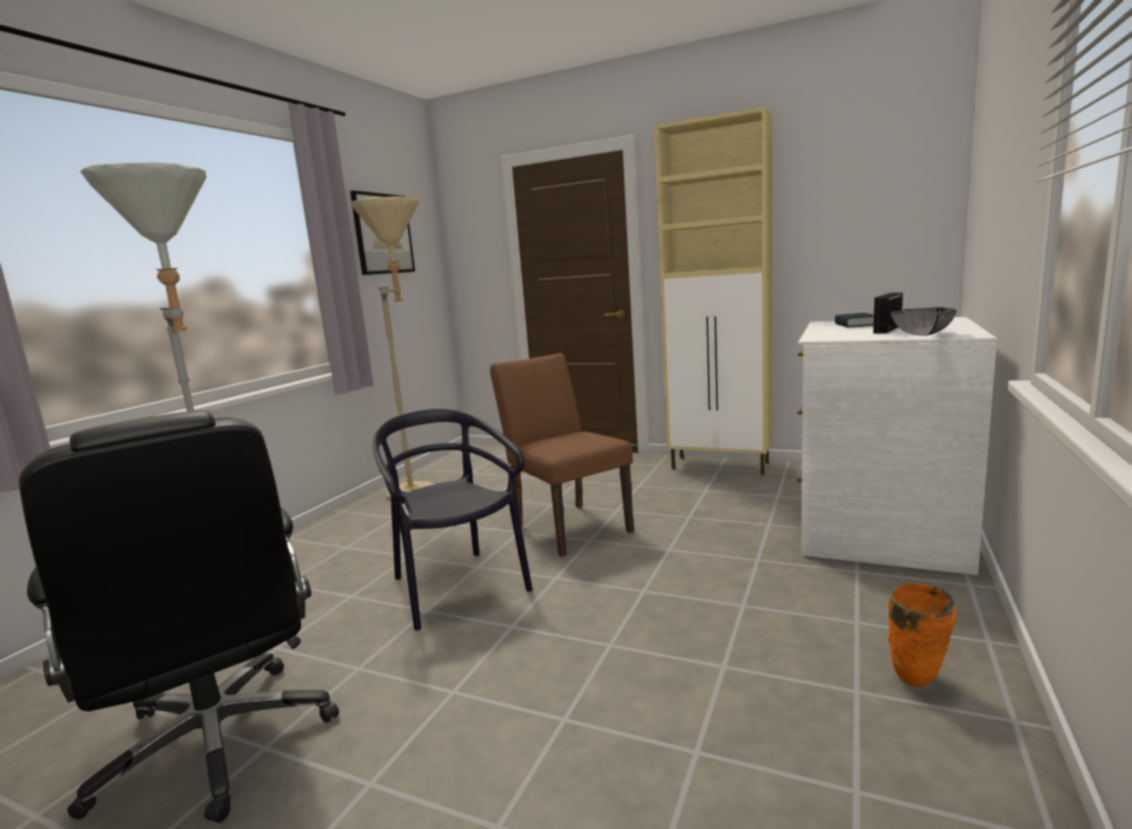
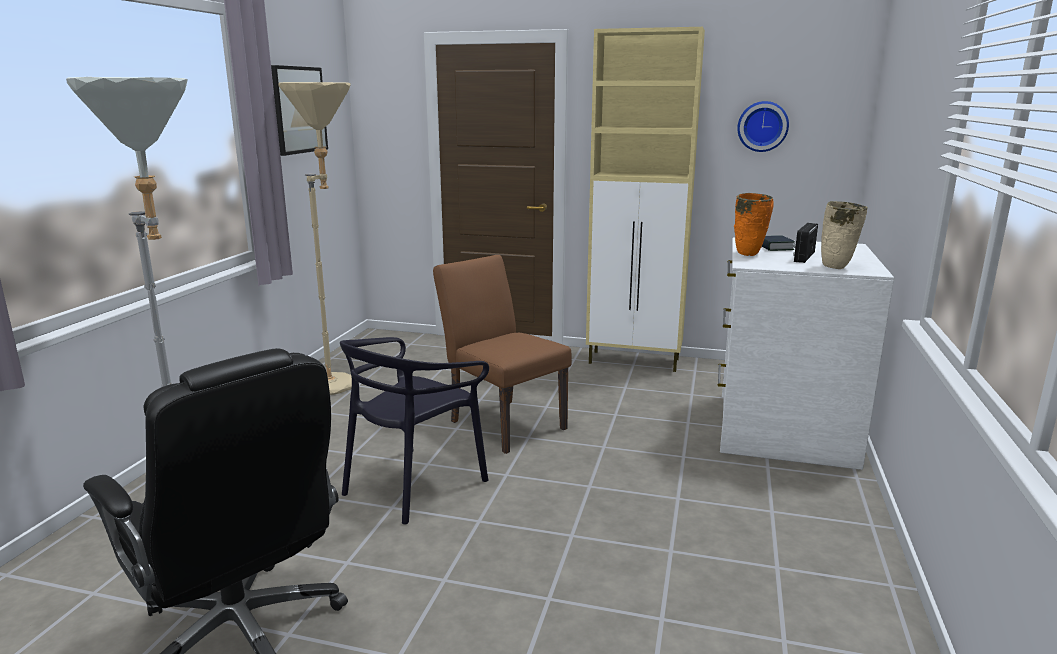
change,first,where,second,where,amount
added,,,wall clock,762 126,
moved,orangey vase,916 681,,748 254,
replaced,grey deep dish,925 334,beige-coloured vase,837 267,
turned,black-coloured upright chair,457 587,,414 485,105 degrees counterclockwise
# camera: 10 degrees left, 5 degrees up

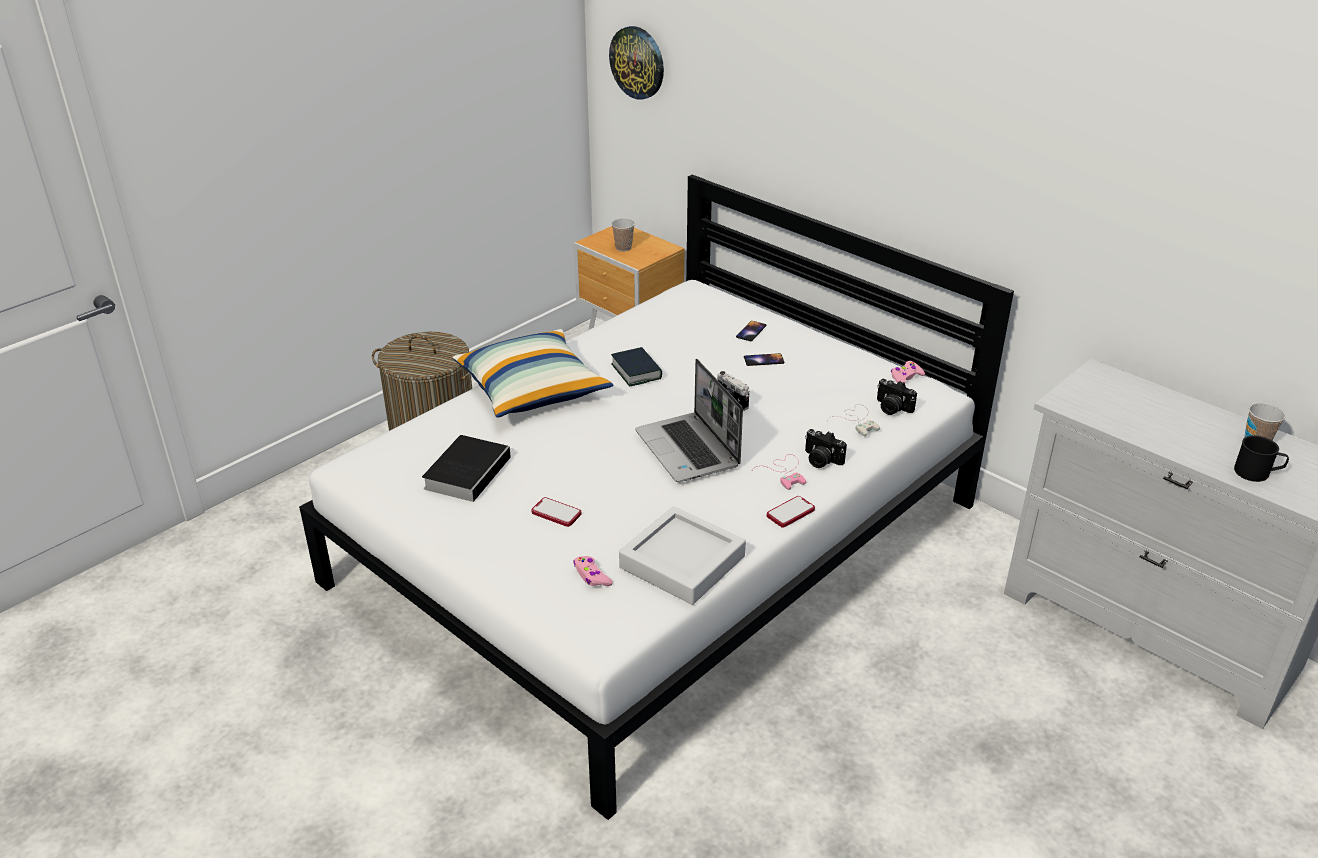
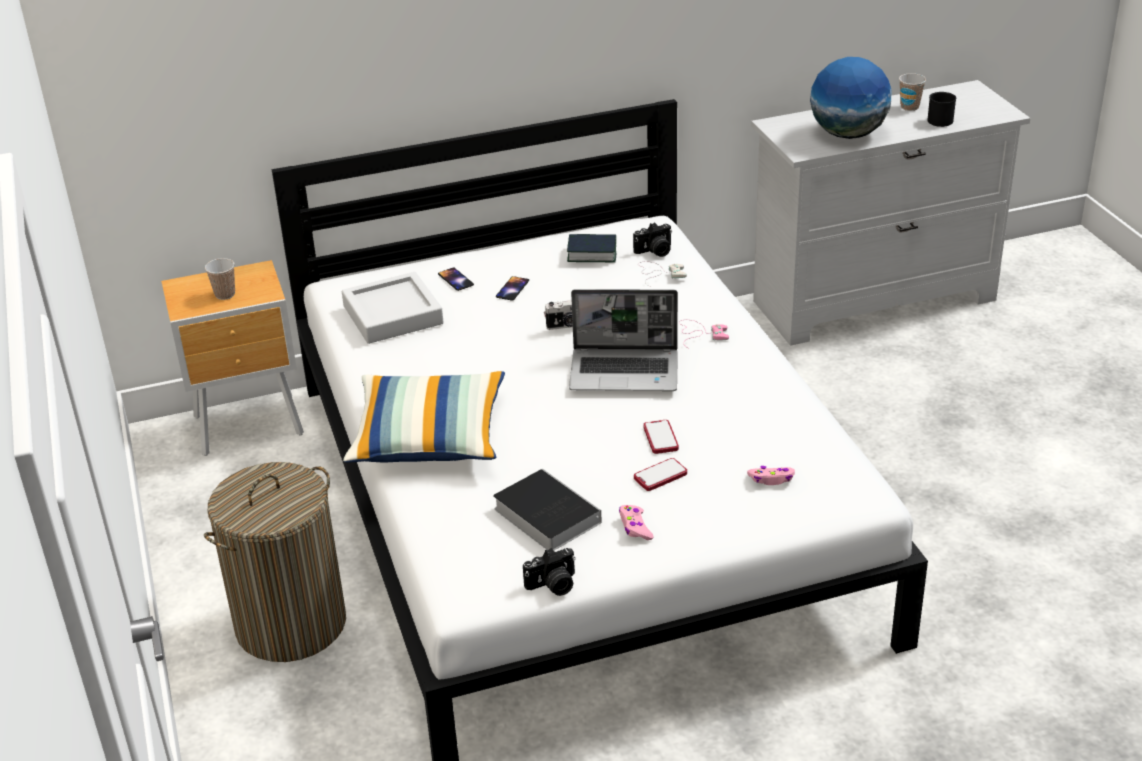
change,first,where,second,where,amount
removed,wall clock,637 62,,,
added,,,globe,848 134,
moved,book,636 371,,592 253,
moved,grey carrying tray,682 562,,393 315,
moved,handset,790 513,,660 438,
moved,still camera,821 460,,553 585,
moved,pink gamepad,905 377,,635 527,
# camera: 60 degrees left, 0 degrees up

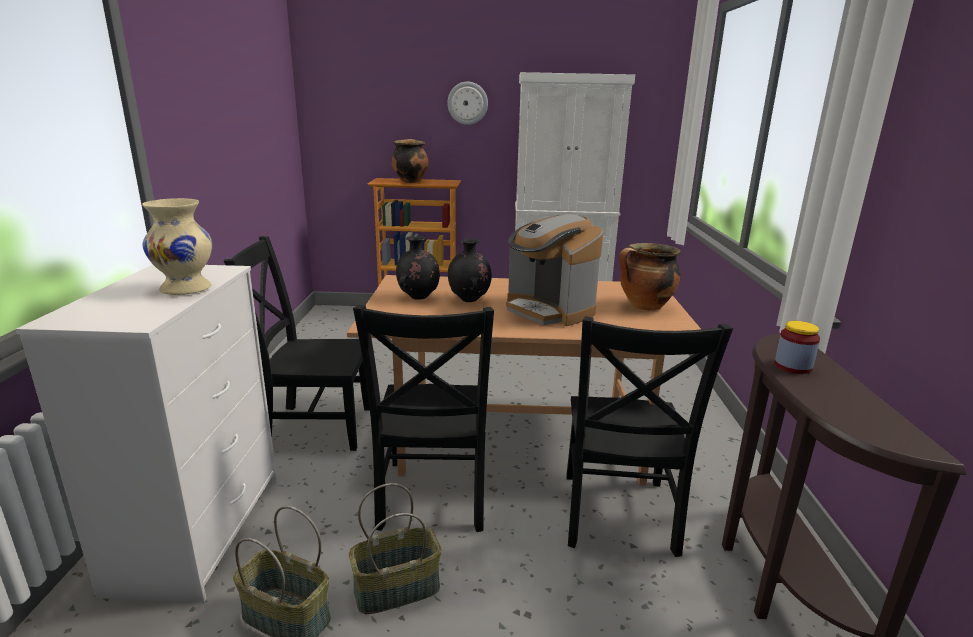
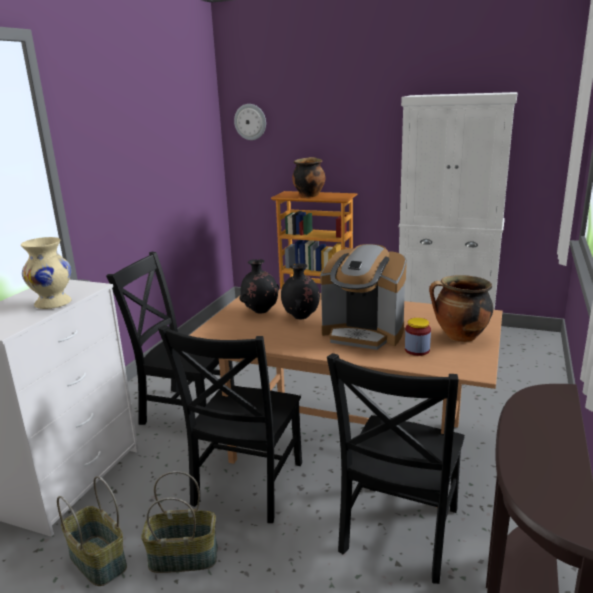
change,first,where,second,where,amount
moved,wall clock,467 103,,250 122,
moved,preserve jar,793 366,,417 350,
turned,coffee brewer,549 310,,363 333,45 degrees counterclockwise
# camera: 20 degrees right, 0 degrees up

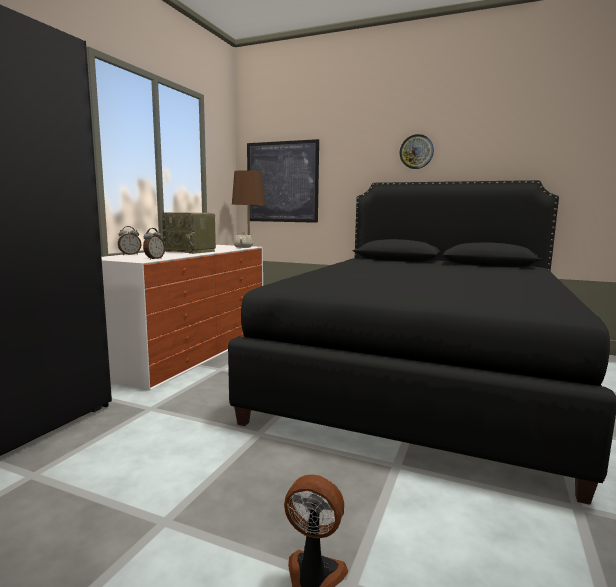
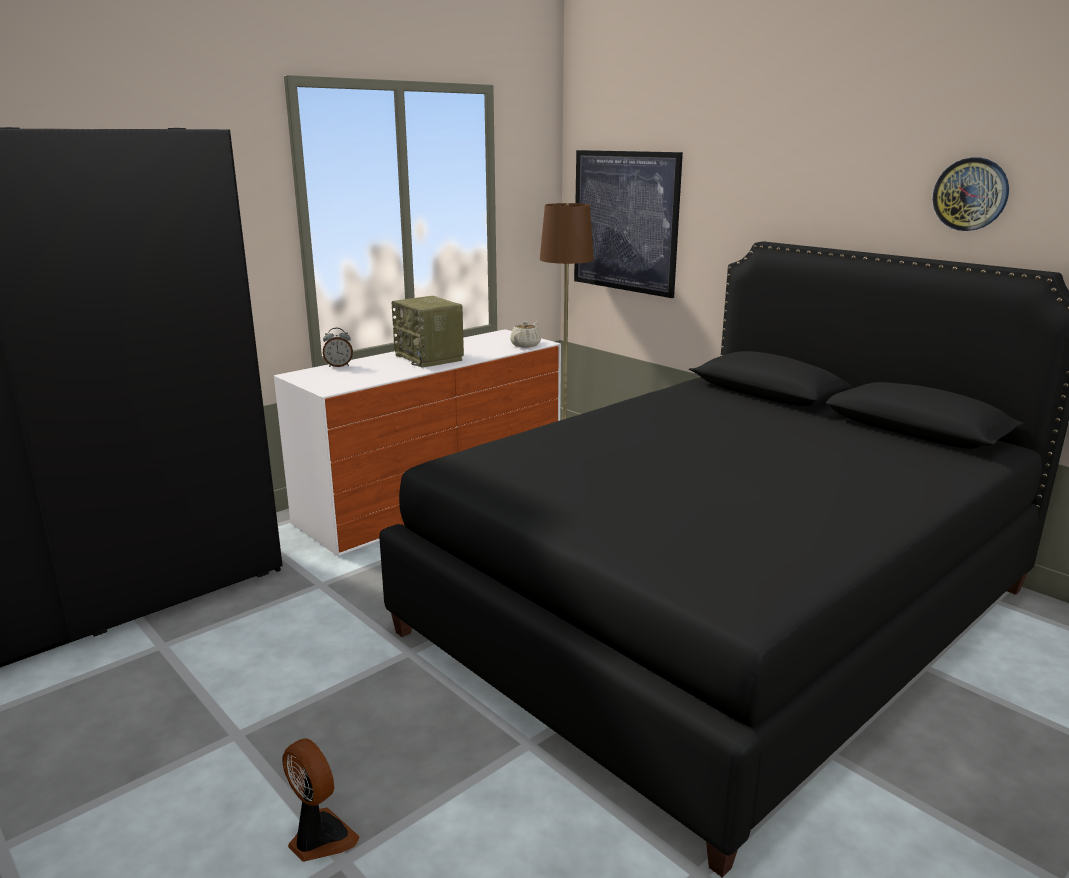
change,first,where,second,where,amount
removed,table clock,154 259,,,
moved,wall clock,416 152,,970 194,
# camera: 25 degrees right, 10 degrees up

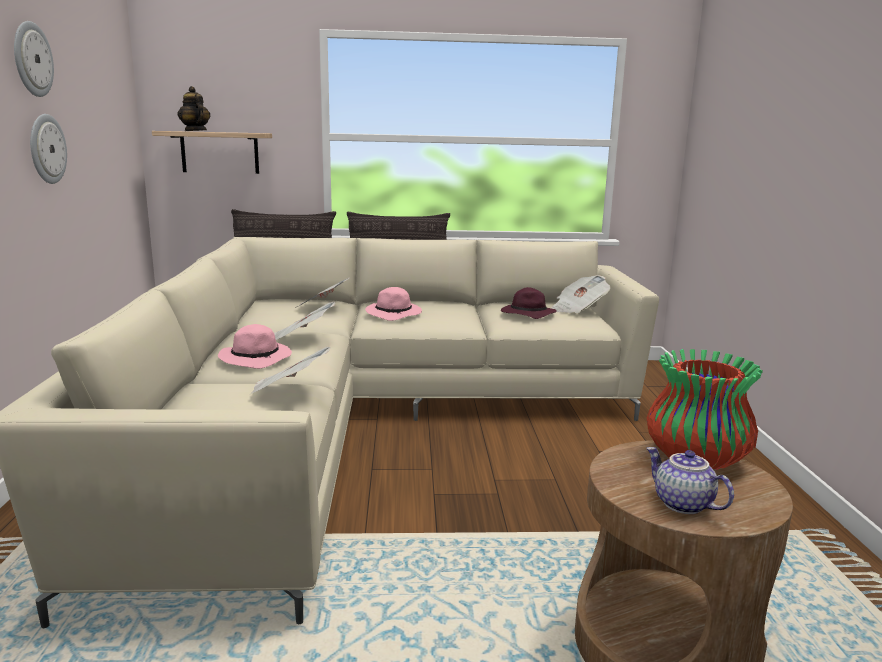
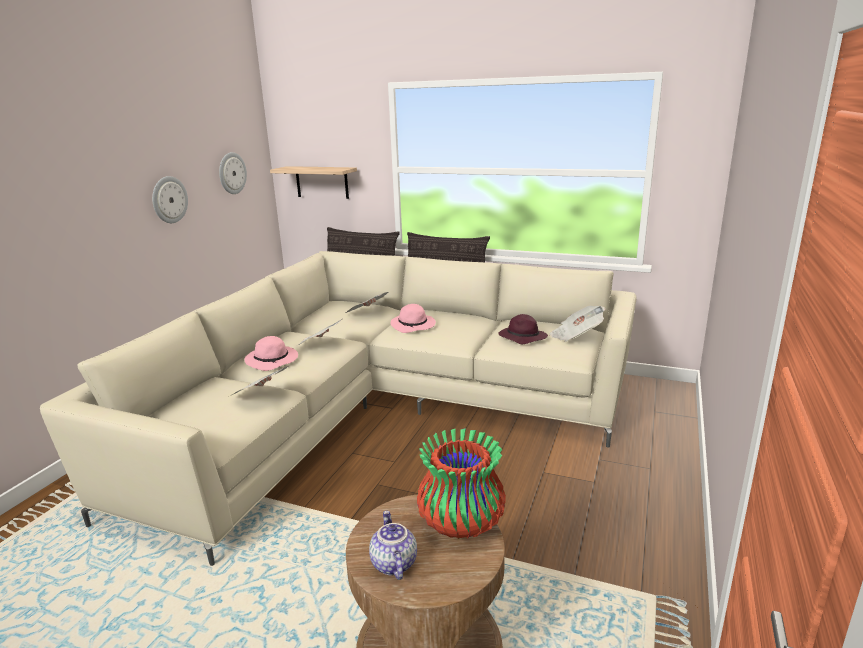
change,first,where,second,where,amount
removed,tea pot,195 131,,,
moved,wall clock,31 59,,232 173,
# camera: 25 degrees right, 5 degrees up

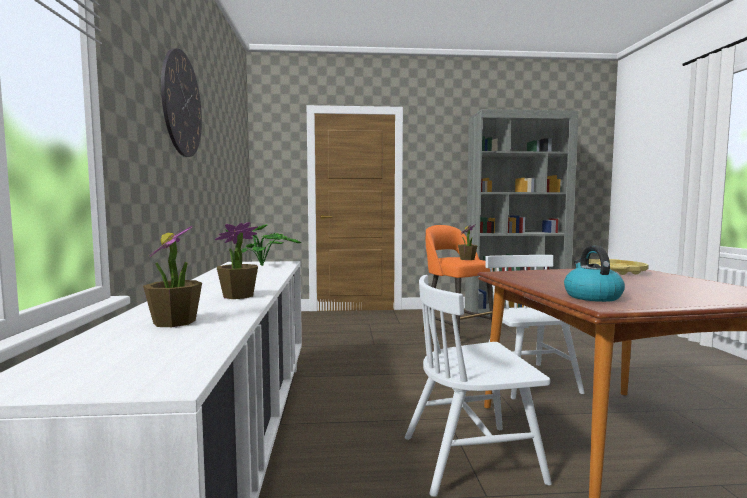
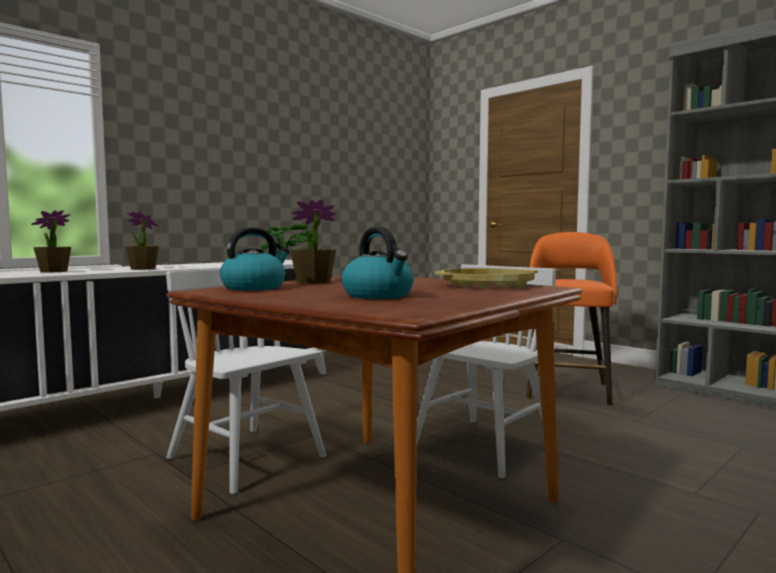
change,first,where,second,where,amount
removed,wall clock,182 104,,,
added,,,tea kettle,379 295,
moved,plant in a pot,467 259,,313 282,
# camera: 50 degrees right, 0 degrees up

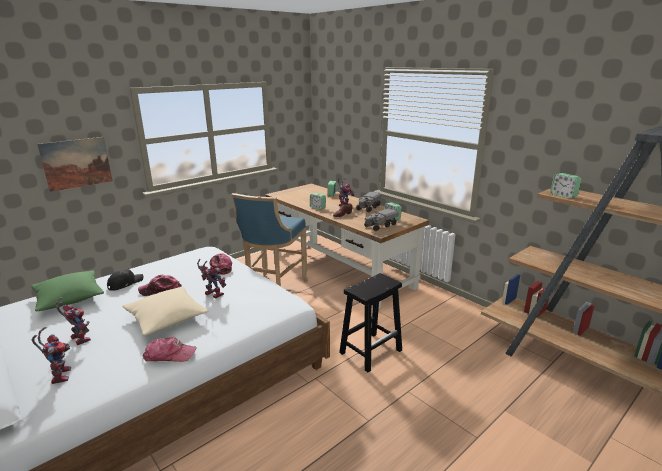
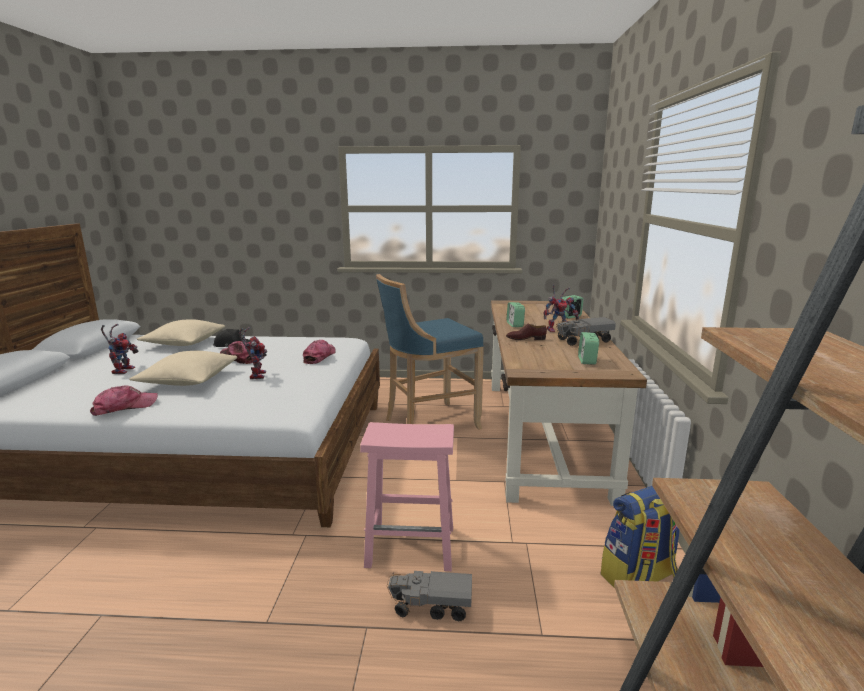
change,first,where,second,where,amount
removed,toy robot,59 374,,,
removed,picture,77 163,,,
removed,table clock,563 195,,,
added,,,knapsack,638 577,
moved,toy truck,380 226,,431 606,
recoloured,green pillow,69 298,beige-coloured pillow,184 342,
recoloured,black-coloured sitting stool,371 351,pink sitting stool,412 546,
turned,cap,169 355,,124 407,75 degrees counterclockwise
# camera: 45 degrees right, 5 degrees down

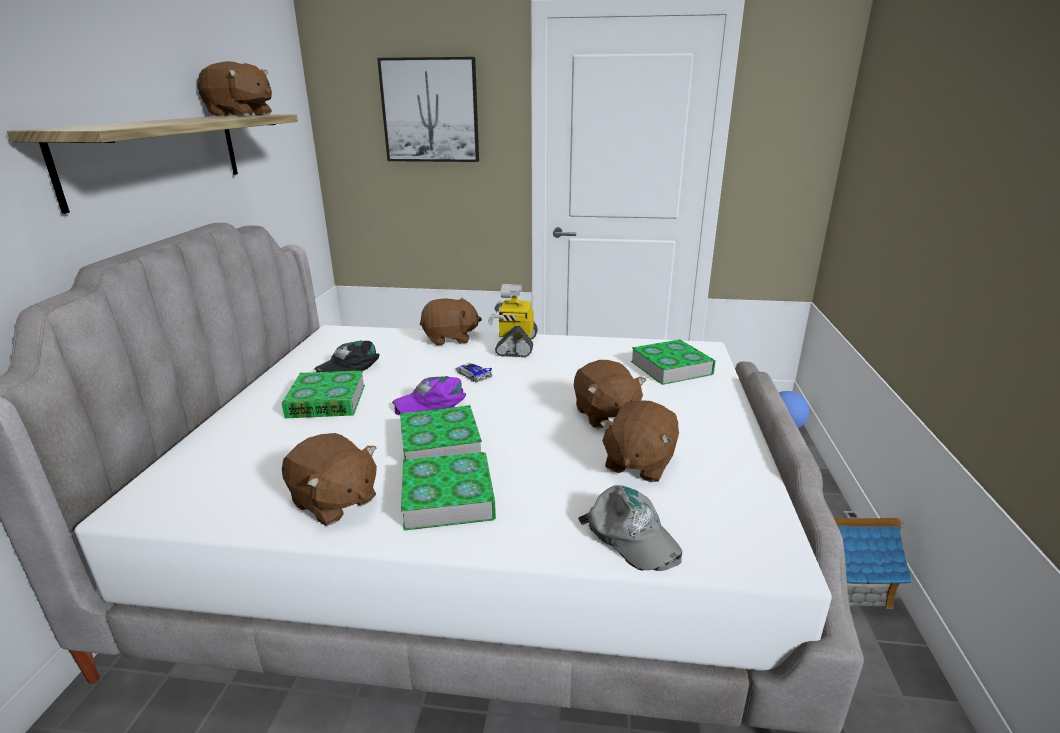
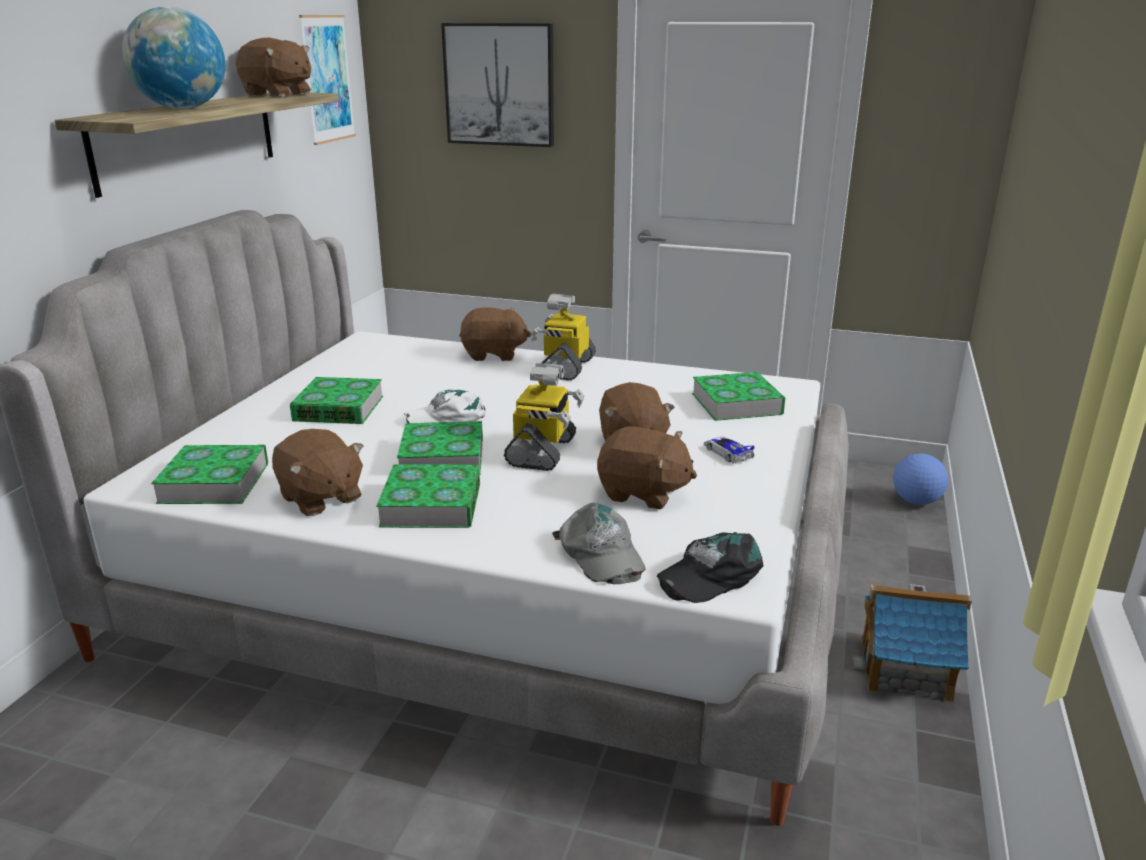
change,first,where,second,where,amount
added,,,globe,183 108,
added,,,book,214 482,
added,,,picture,327 79,
added,,,toy robot,543 451,
moved,black-coloured cap,349 366,,710 574,
moved,miniature car,472 374,,727 452,
recoloured,purple-coloured cap,432 403,white cap,448 419,
turned,brown soft toy,638 463,,643 493,105 degrees counterclockwise
# camera: 10 degrees right, 0 degrees up

